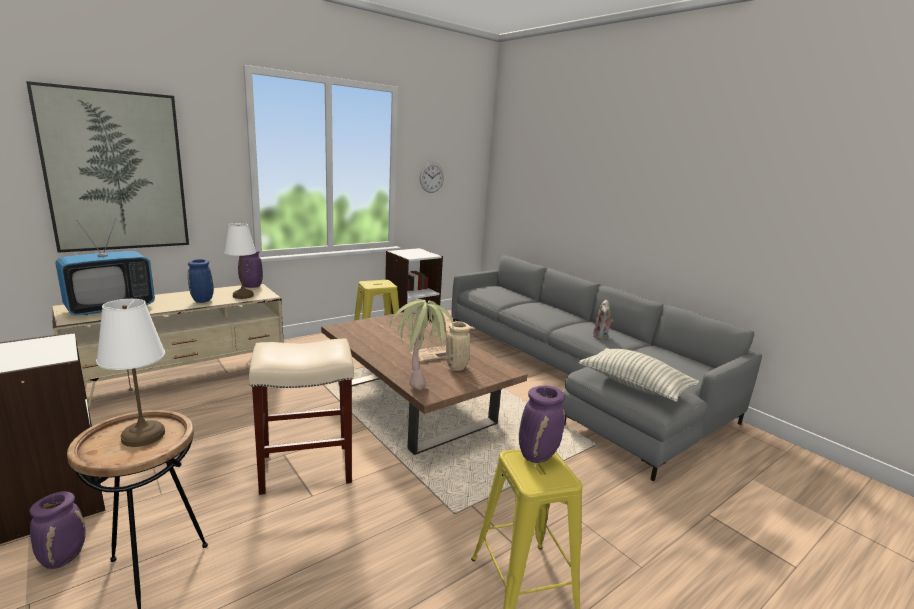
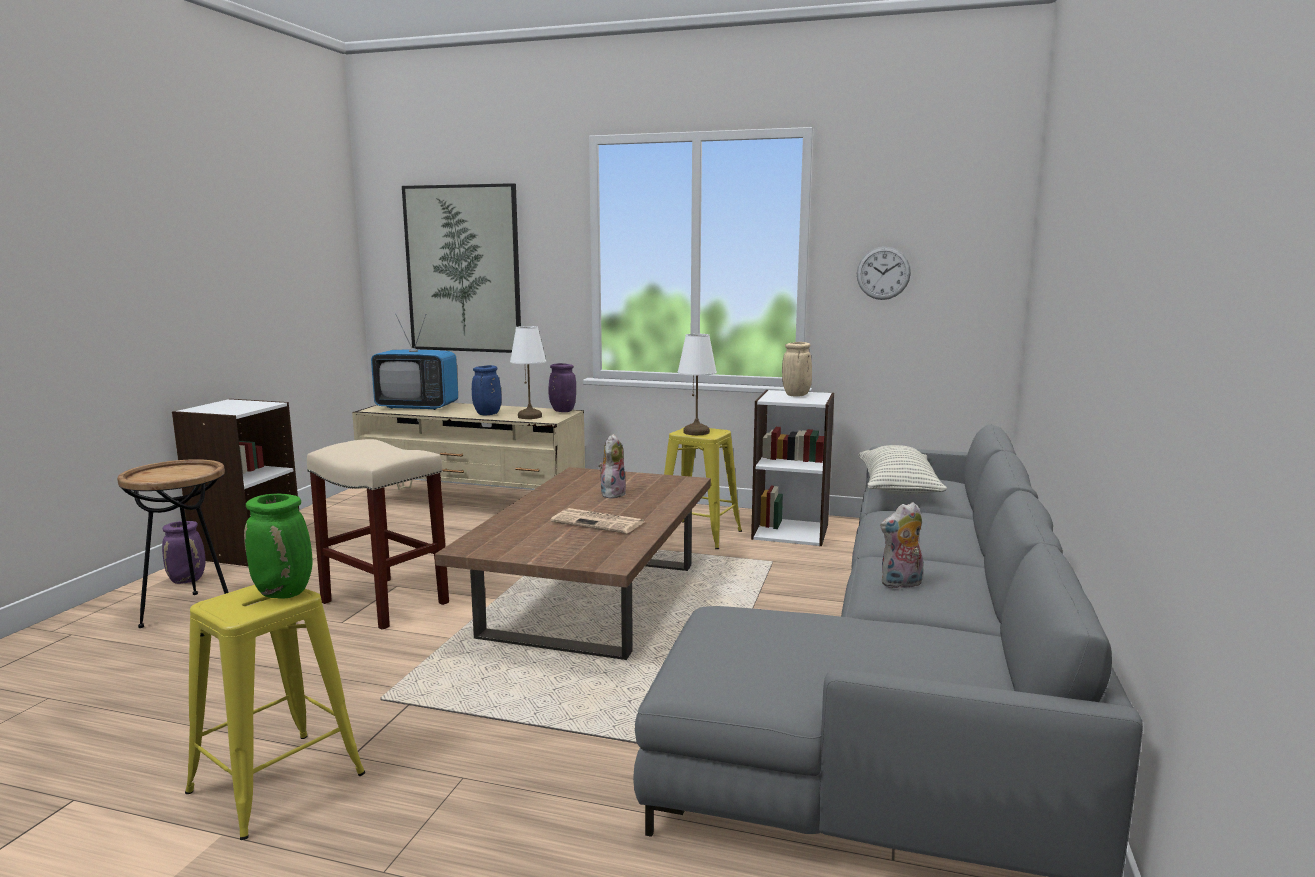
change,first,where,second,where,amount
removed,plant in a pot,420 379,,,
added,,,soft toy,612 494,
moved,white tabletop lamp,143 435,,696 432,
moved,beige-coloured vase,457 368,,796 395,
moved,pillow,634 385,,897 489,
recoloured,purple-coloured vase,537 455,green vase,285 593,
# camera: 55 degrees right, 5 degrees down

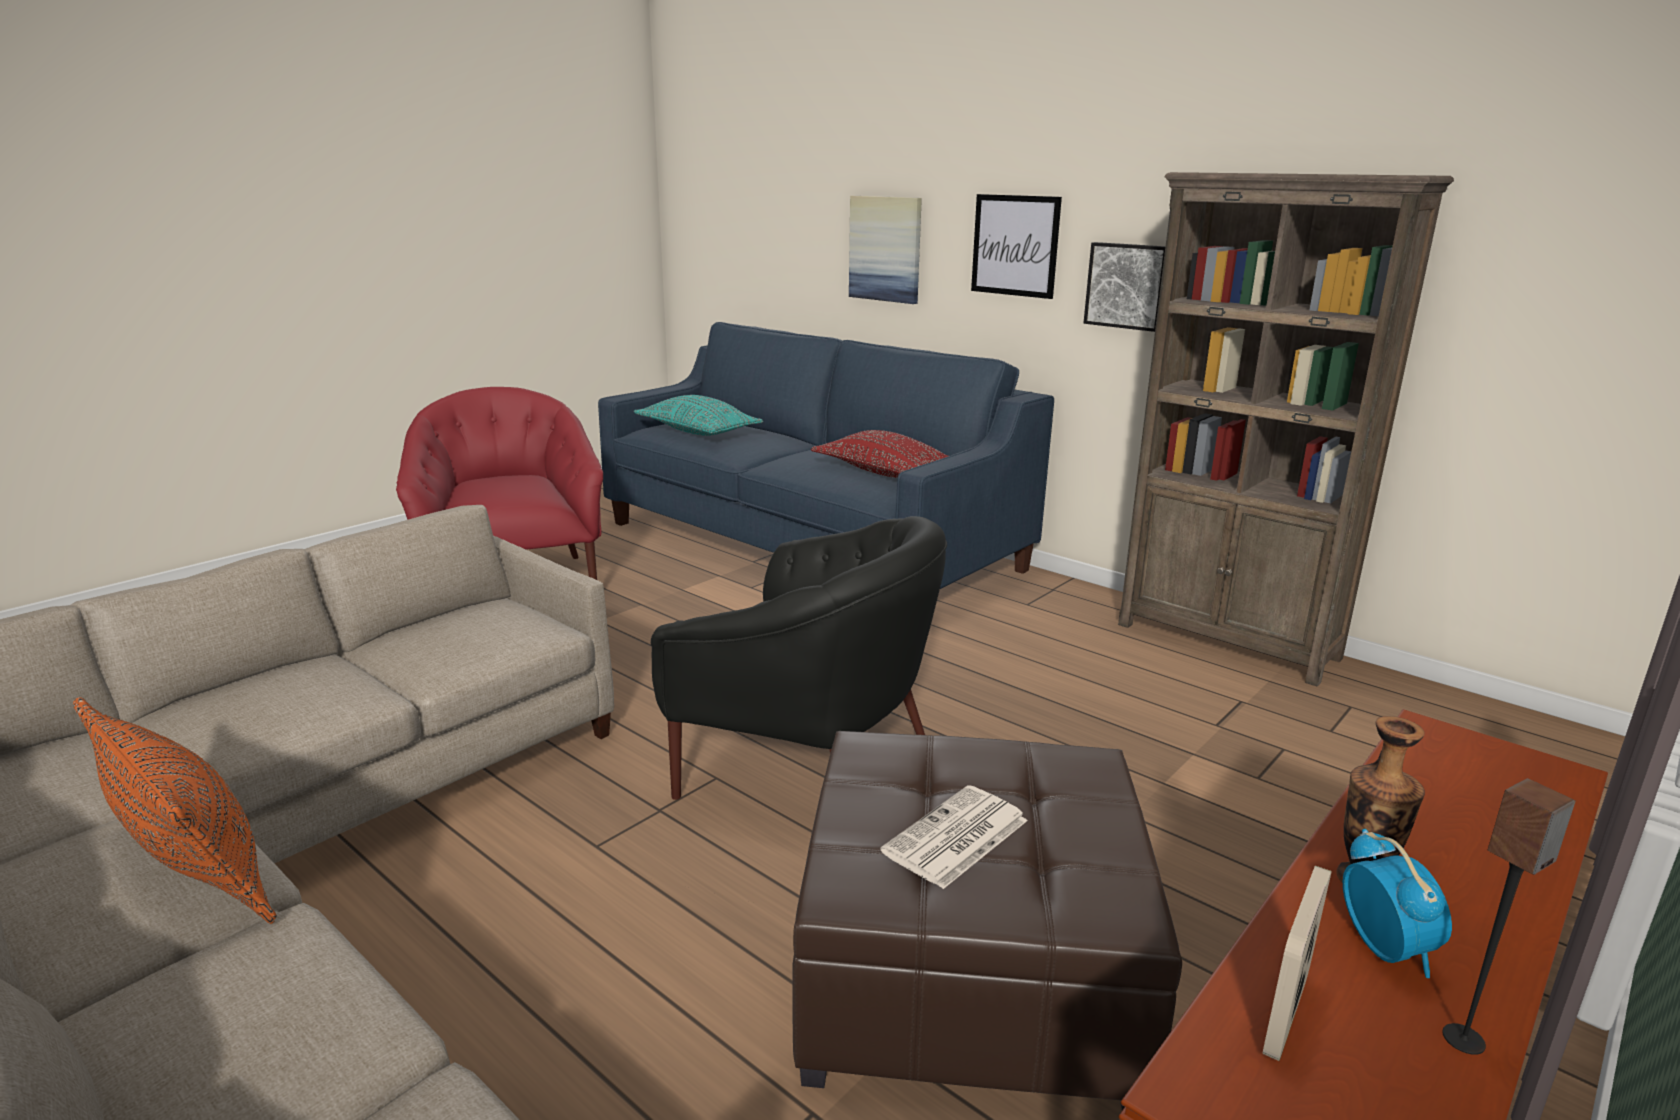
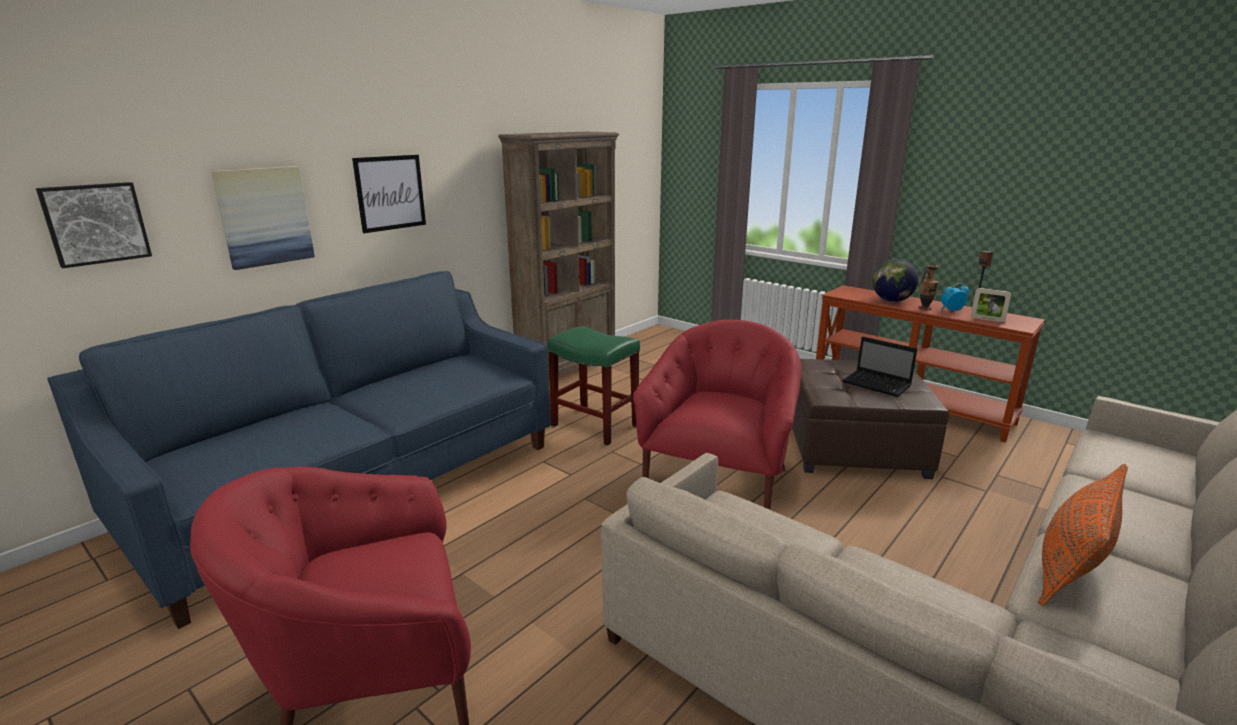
change,first,where,second,where,amount
removed,blue-green pillow,698 432,,,
removed,red-coloured pillow,885 473,,,
added,,,green sitting stool,596 425,
added,,,globe,892 301,
moved,picture,1128 286,,96 223,
replaced,daily paper,955 838,portable computer,877 384,
recoloured,black-coloured armchair,809 765,red-coloured armchair,718 481,
# camera: 90 degrees left, 0 degrees up

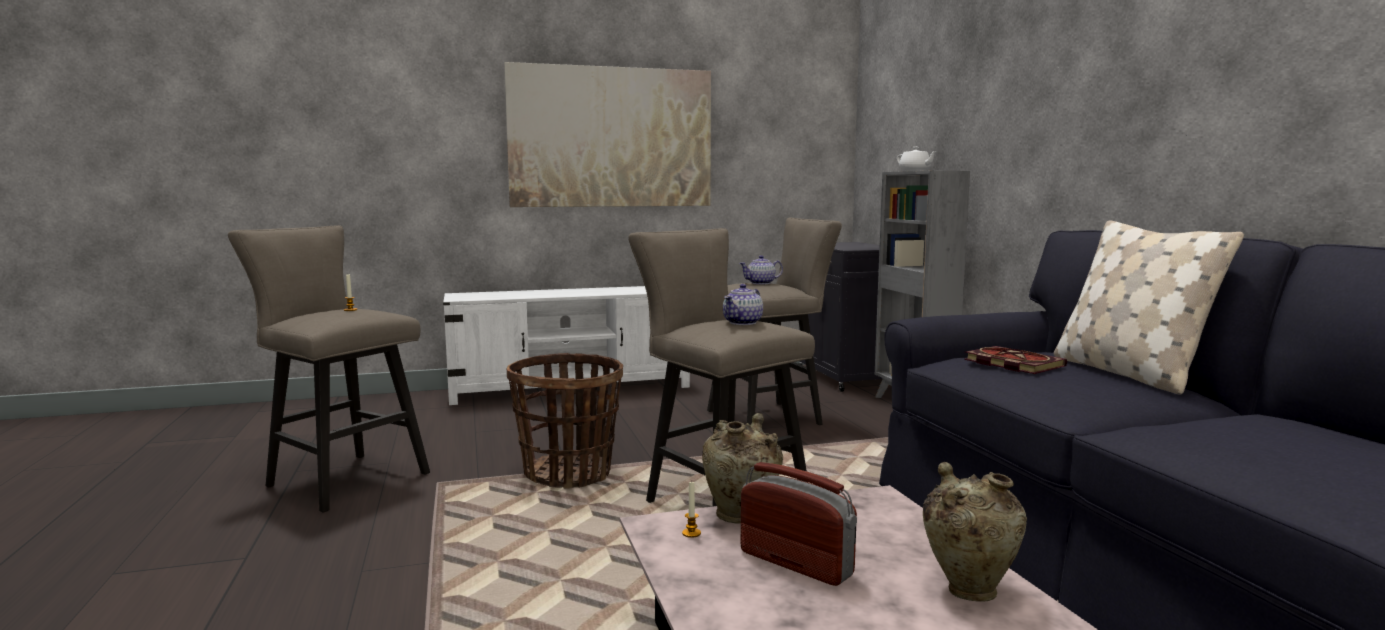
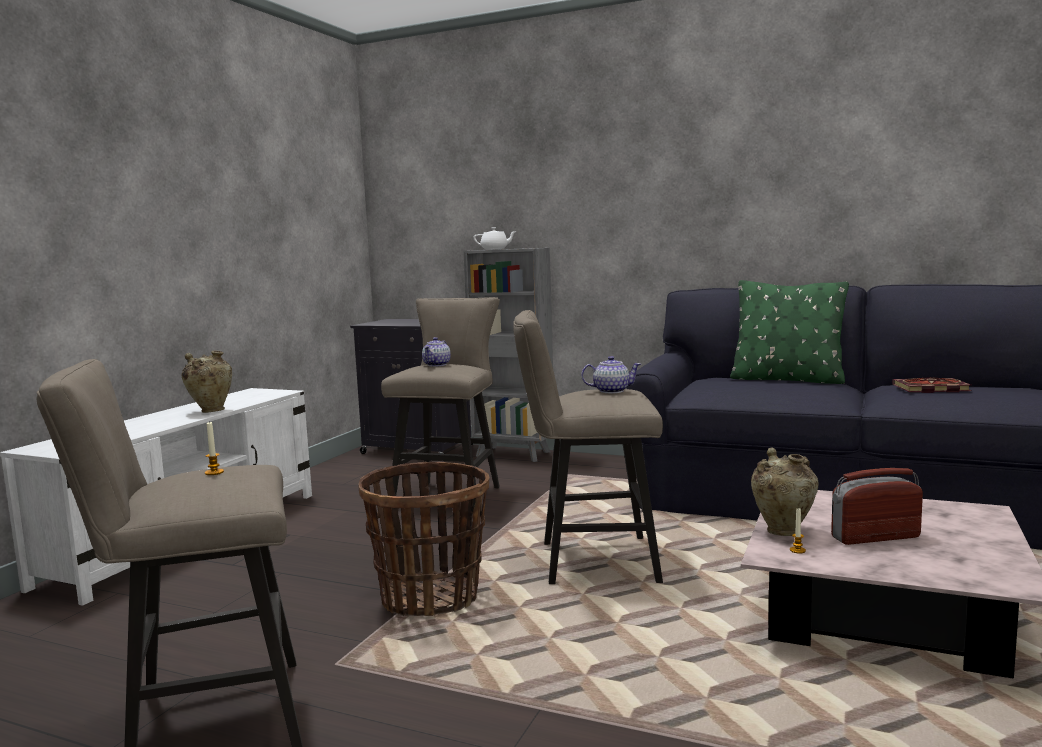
change,first,where,second,where,amount
removed,picture,611 137,,,
moved,beige-coloured vase,969 589,,211 411,
moved,book,1010 363,,929 388,
recoloured,beige-coloured pillow,1128 373,green pillow,787 379,
turned,tea pot,743 322,,611 391,75 degrees counterclockwise
# camera: 50 degrees left, 0 degrees up

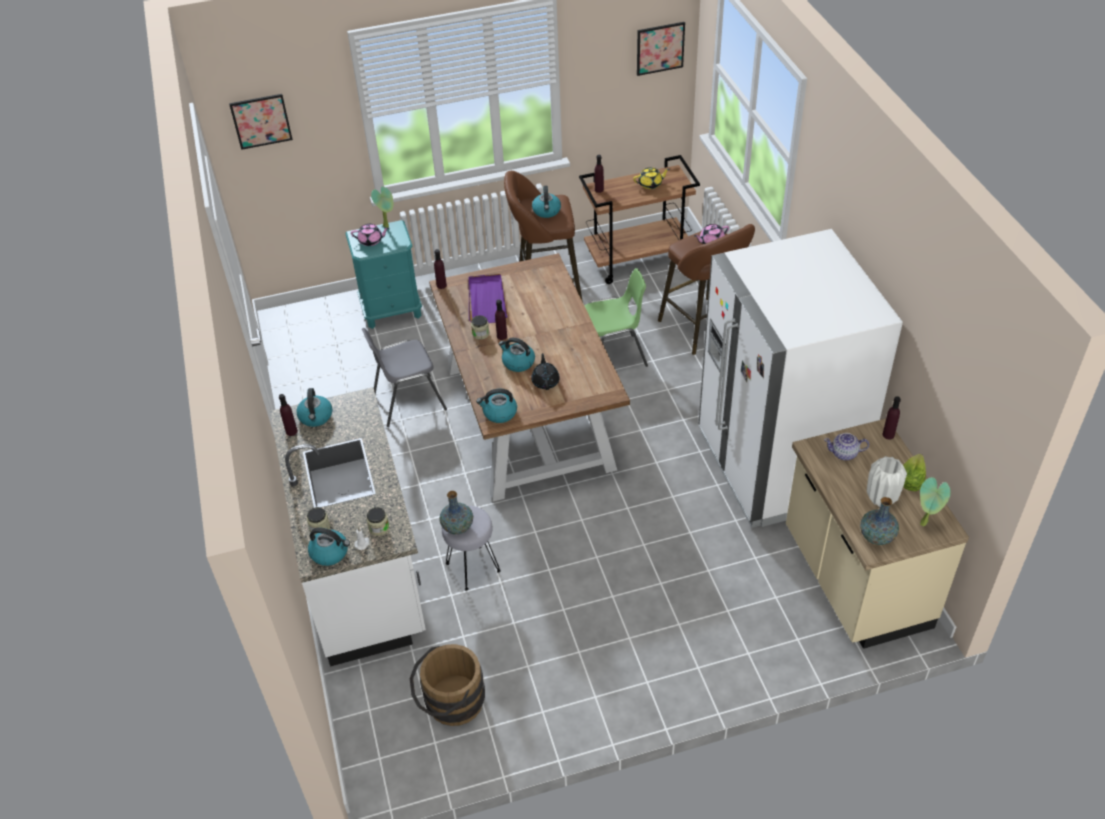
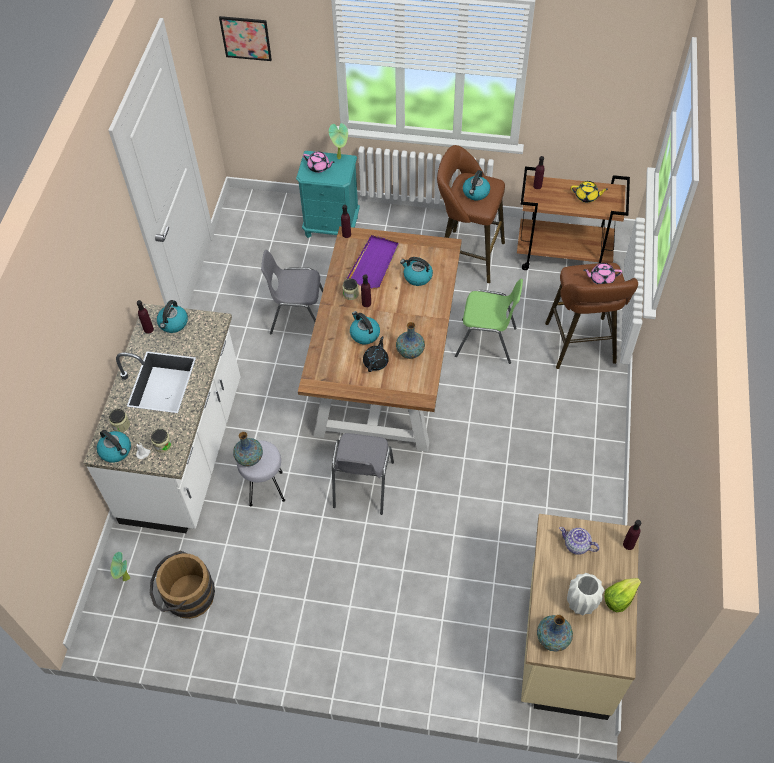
change,first,where,second,where,amount
removed,picture,660 48,,,
removed,white refrigerator,776 466,,,
added,,,grey upright chair,362 485,
added,,,vase,410 352,
moved,tea kettle,499 413,,417 277,
moved,plant in a pot,925 524,,126 580,
# camera: 25 degrees right, 10 degrees up

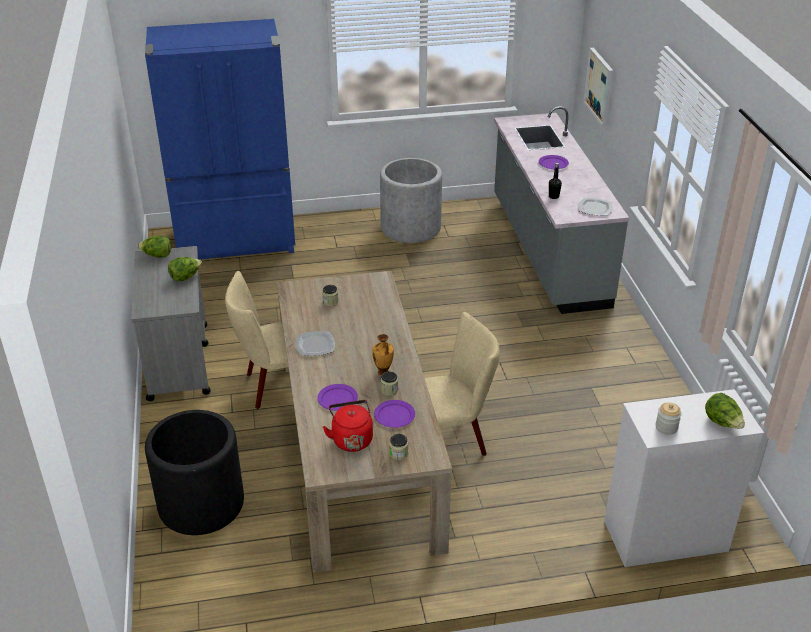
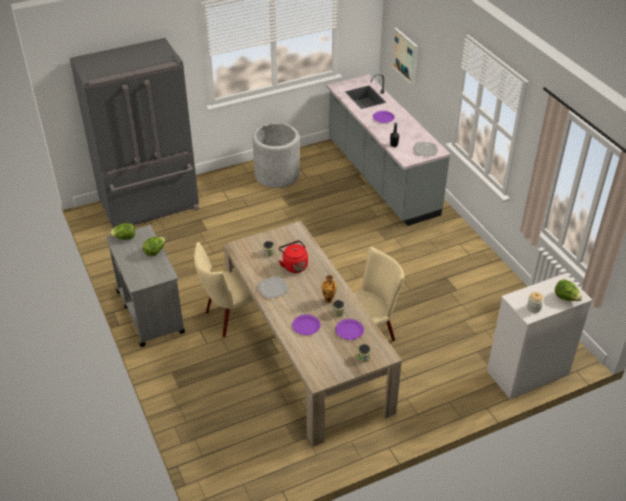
change,first,where,second,where,amount
removed,black-coloured planter,201 504,,,
moved,red-coloured tea kettle,351 439,,294 265,
recoloured,blue refrigerator,236 241,grey refrigerator,150 206,
# camera: 15 degrees left, 5 degrees up

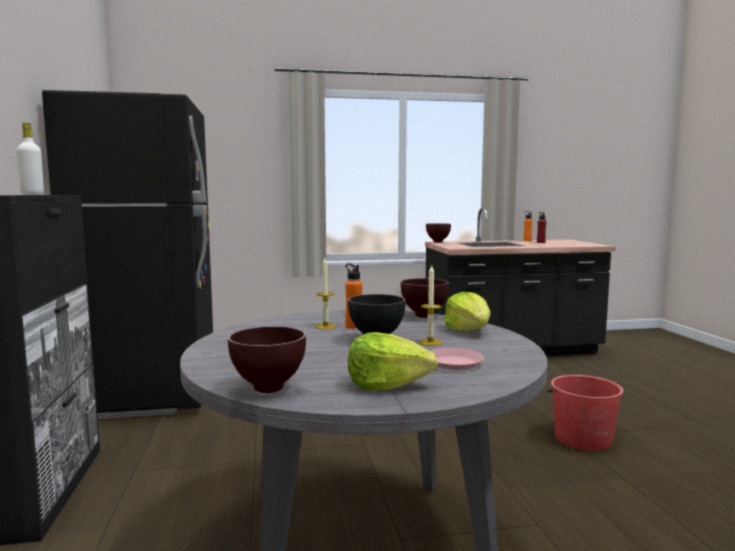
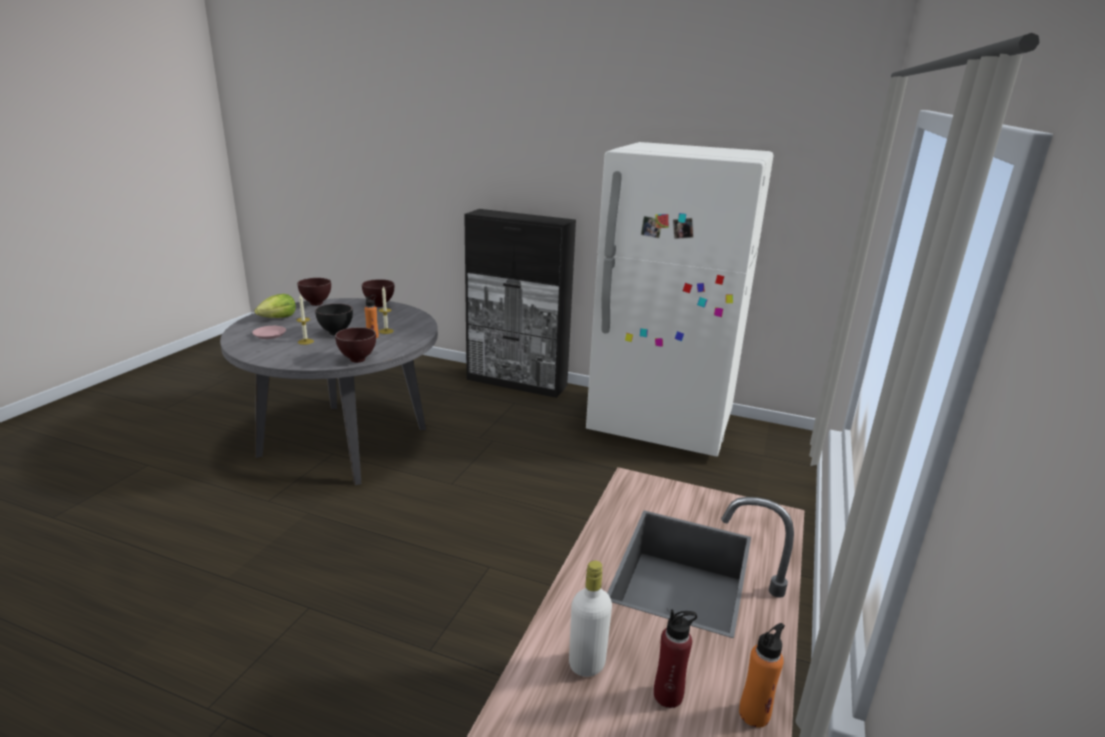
change,first,where,second,where,amount
removed,lettuce head,469 330,,,
removed,red-coloured bucket,582 439,,,
moved,white bottle,32 194,,587 664,
moved,brown deep dish,437 242,,380 305,
recoloured,black-coloured refrigerator,151 393,white refrigerator,661 425,
# camera: 120 degrees right, 15 degrees up

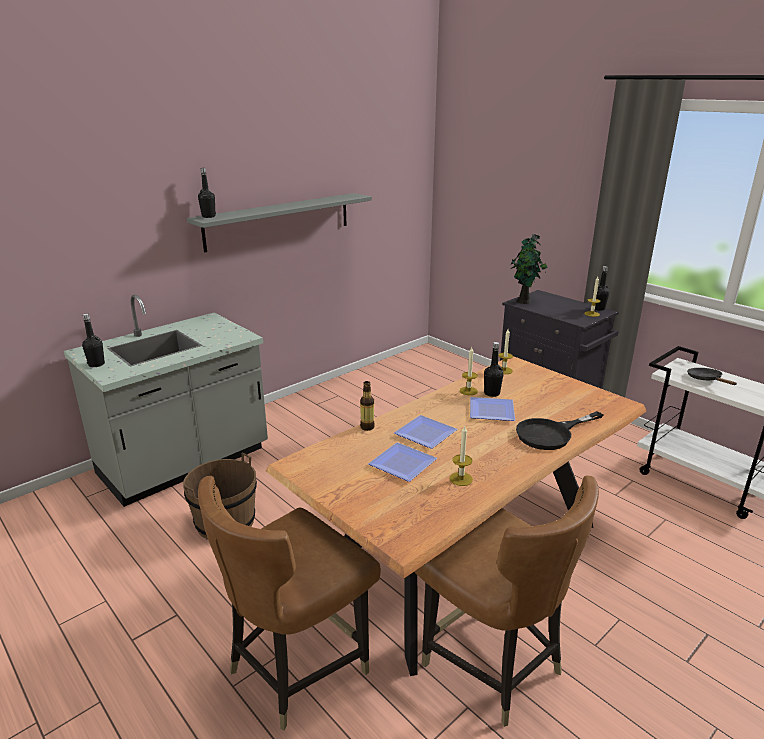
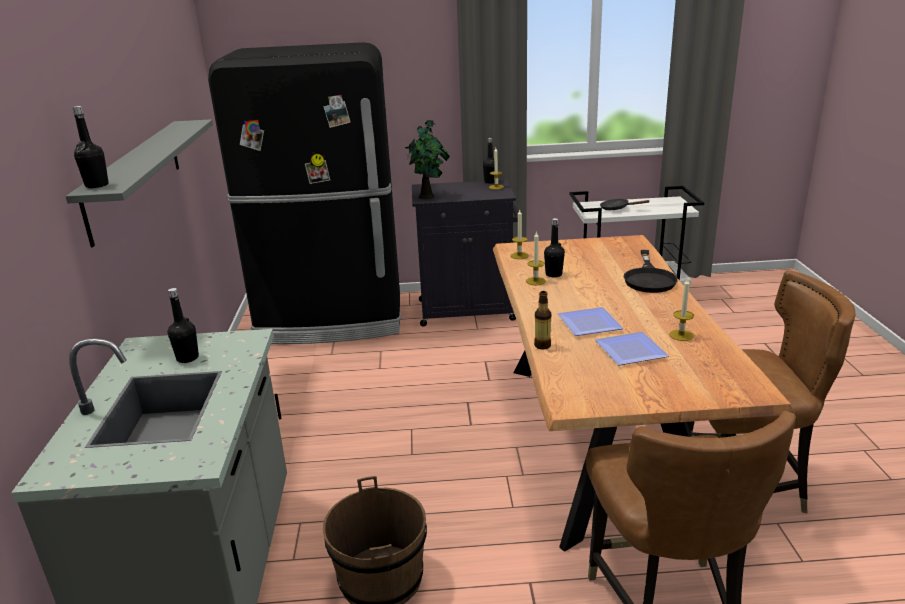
change,first,where,second,where,amount
removed,dinner plate,493 412,,,
added,,,black-coloured refrigerator,331 319,
moved,black-coloured bottle,96 364,,187 358,
# camera: 50 degrees left, 0 degrees up

